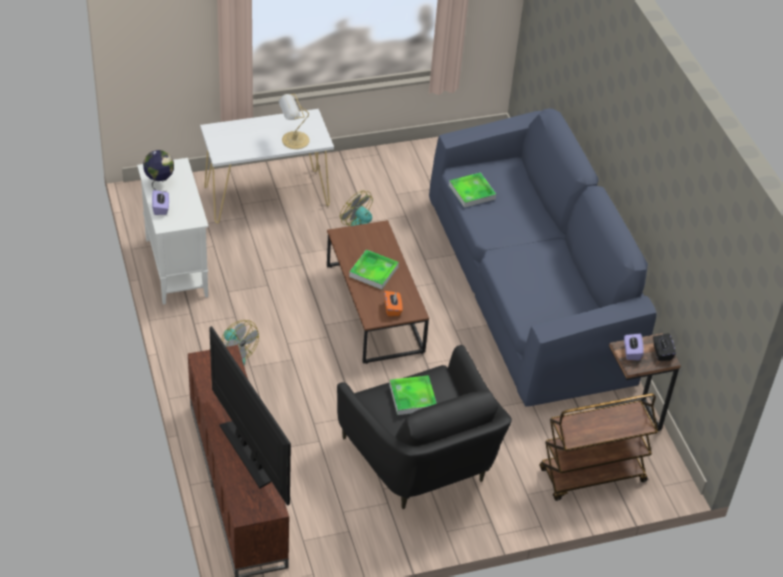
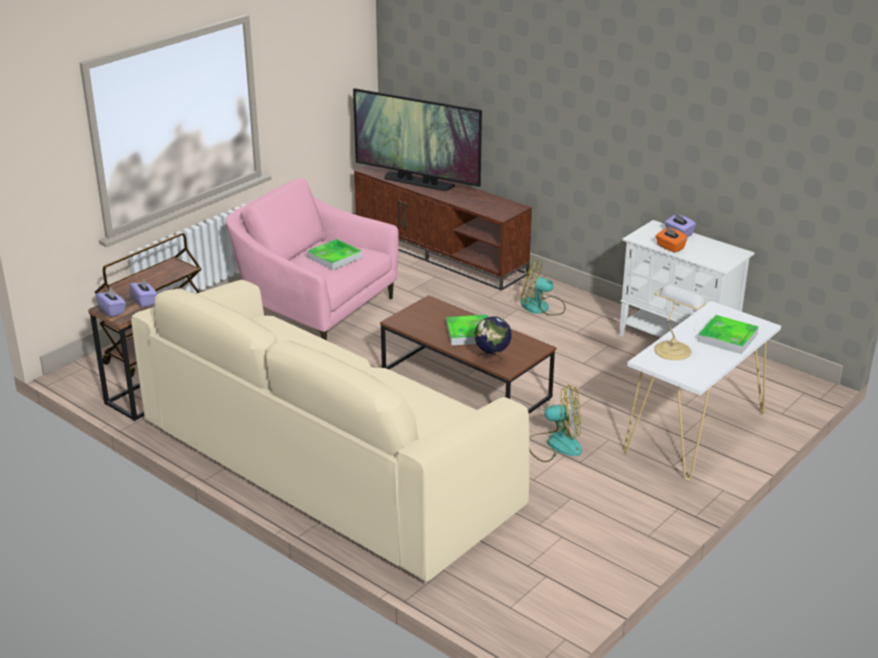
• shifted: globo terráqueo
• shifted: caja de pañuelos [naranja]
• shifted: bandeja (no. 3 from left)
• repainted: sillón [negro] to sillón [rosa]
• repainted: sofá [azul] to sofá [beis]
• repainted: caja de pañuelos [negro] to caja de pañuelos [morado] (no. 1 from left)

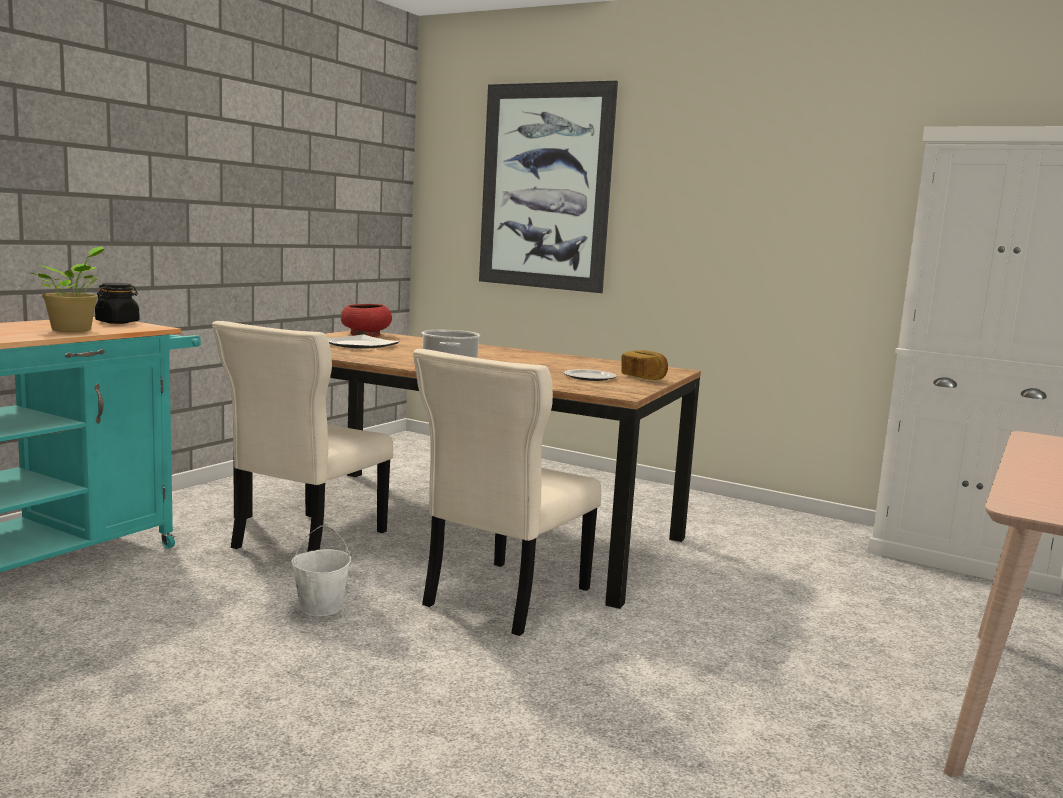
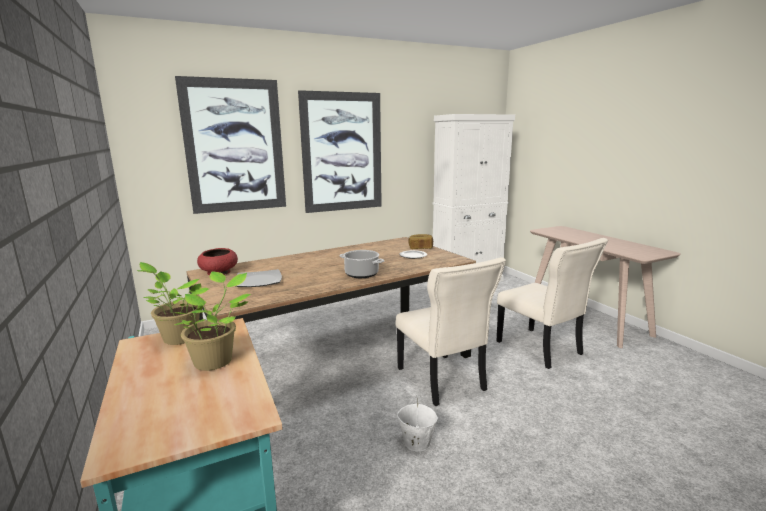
• new: cuadro (no. 2 from left)
• shifted: silla [beis] (no. 1 from left in the first image) to silla [beis] (no. 2 from left)
• swapped: tarro [negro] to planta en maceta (no. 1 from left)

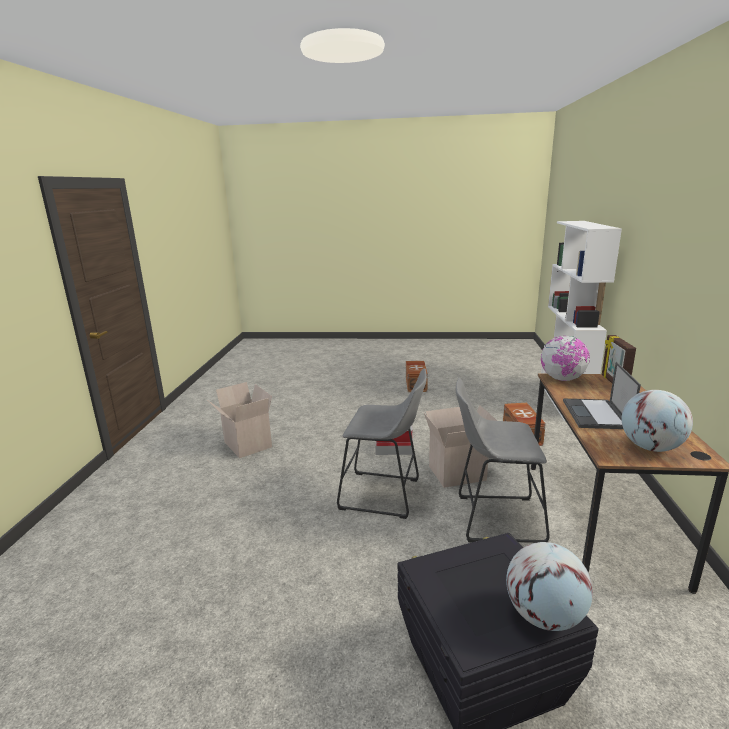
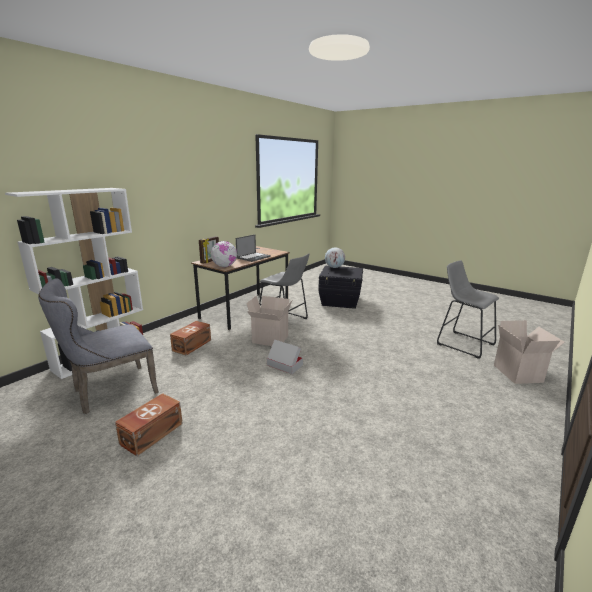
• gone: globo terráqueo (no. 3 from left)
• new: silla [gris]
• shifted: caja de cartón (no. 1 from left in the first image) to caja de cartón (no. 3 from left)
• shifted: taburete [gris] (no. 1 from left in the first image) to taburete [gris] (no. 2 from left)

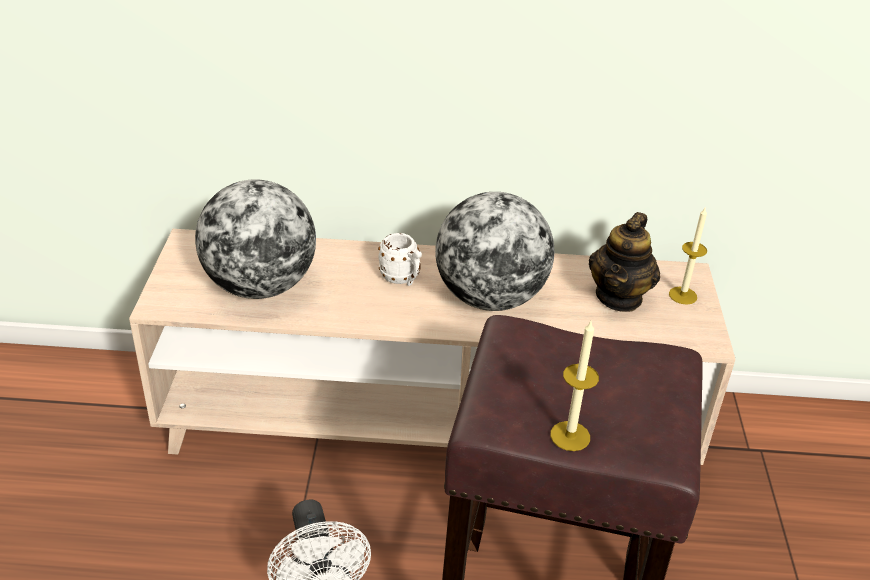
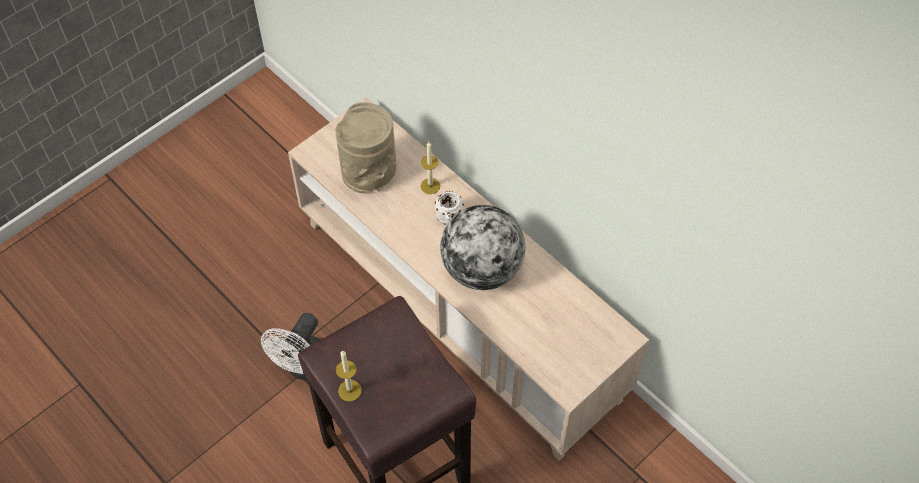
• gone: tetera
• shifted: vela (no. 2 from left)
• swapped: globo terráqueo (no. 1 from left) to florero [beis]

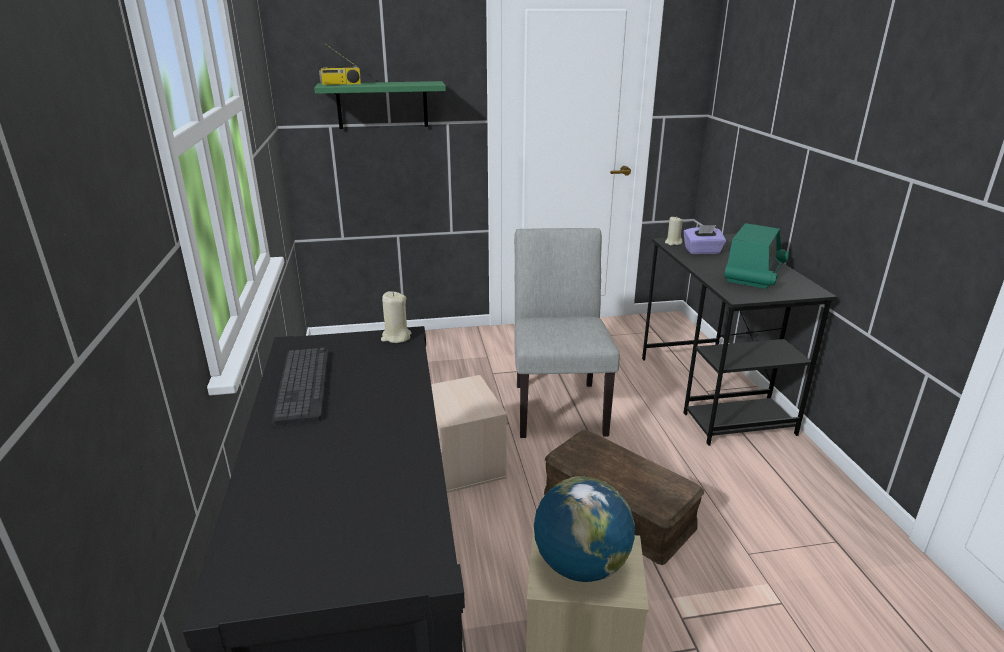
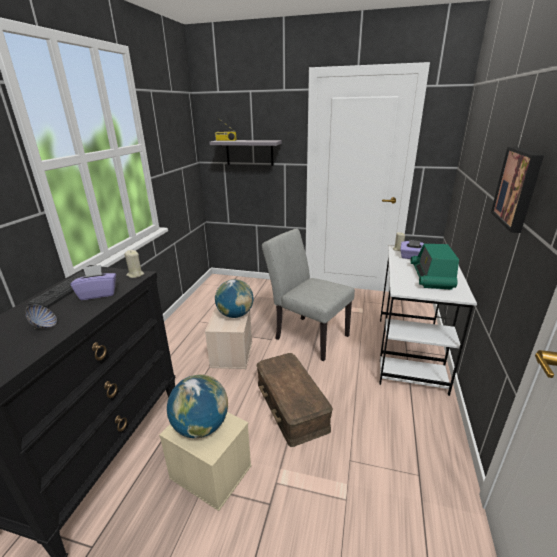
• new: cuenco
• new: caja de pañuelos [morado] (no. 1 from left)
• new: globo terráqueo (no. 2 from left)
• new: cuadro
• repainted: estante [verde] to estante [gris]
• repainted: escritorio [negro] to escritorio [blanco]
• rotated: silla [gris] 75 degrees counterclockwise
• rotated: radio (no. 2 from left) 135 degrees clockwise

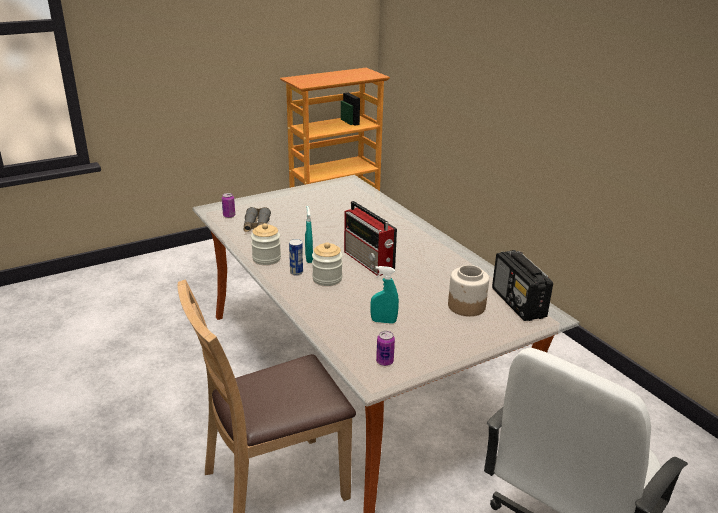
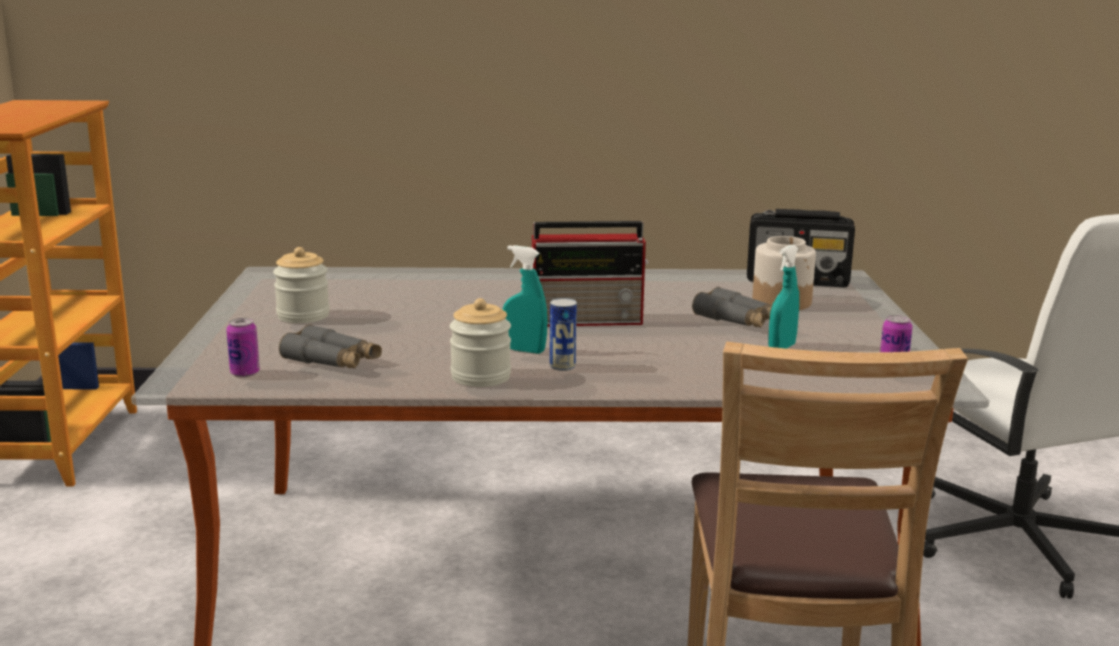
• new: prismáticos [gris] (no. 2 from left)
• shifted: tarro (no. 2 from left in the first image) to tarro (no. 1 from left)

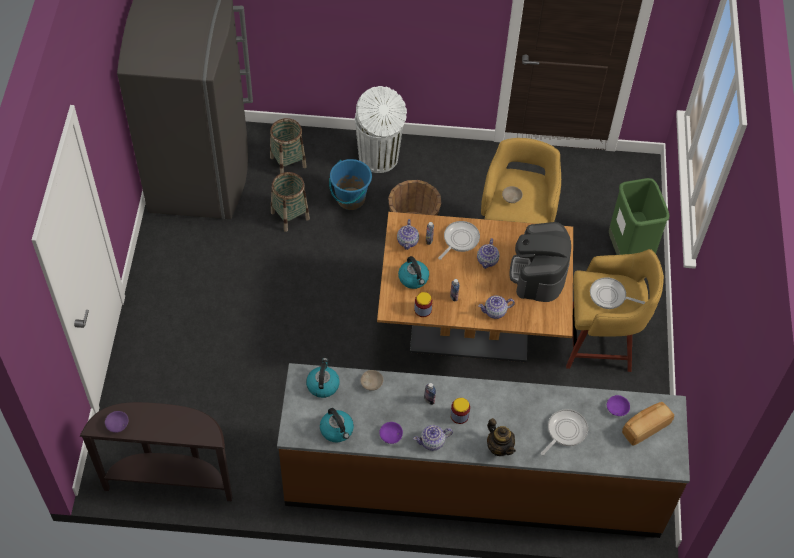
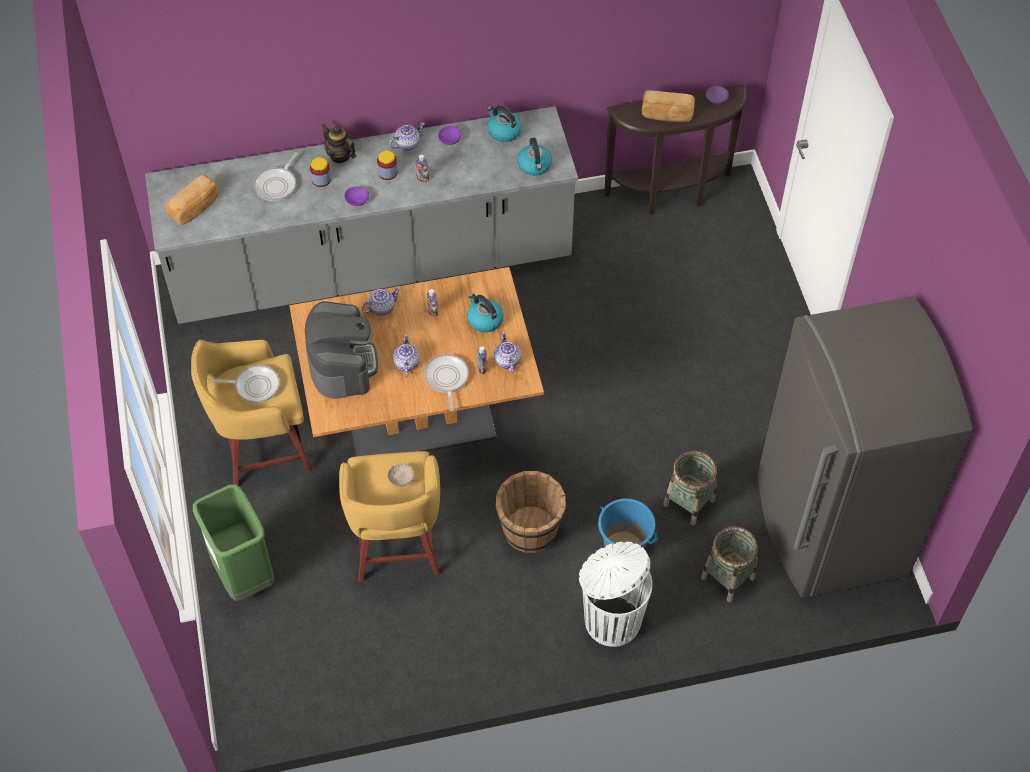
• gone: cuenco [beis] (no. 1 from left)
• new: pan (no. 2 from left)
• shifted: tarro (no. 1 from left)
• shifted: cuenco [morado] (no. 3 from left in the first image) to cuenco [morado] (no. 1 from left)
• repainted: mueble bajo de cocina [marrón] to mueble bajo de cocina [gris]
• rotated: sartén (no. 1 from left in the first image) 150 degrees clockwise

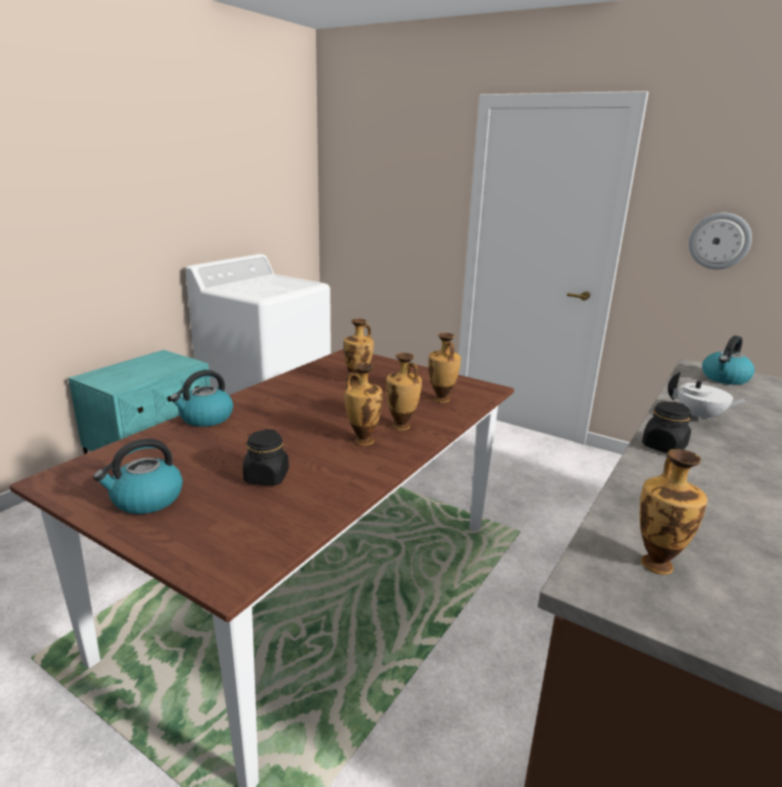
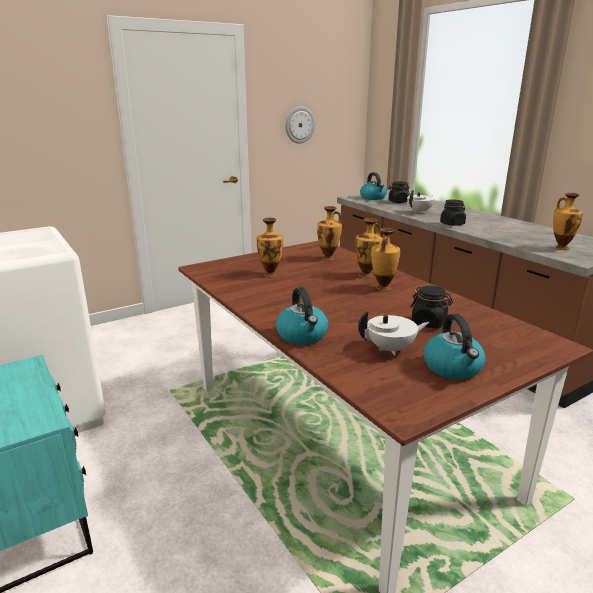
• new: tetera [blanco] (no. 1 from left)
• new: tarro [negro] (no. 1 from left)

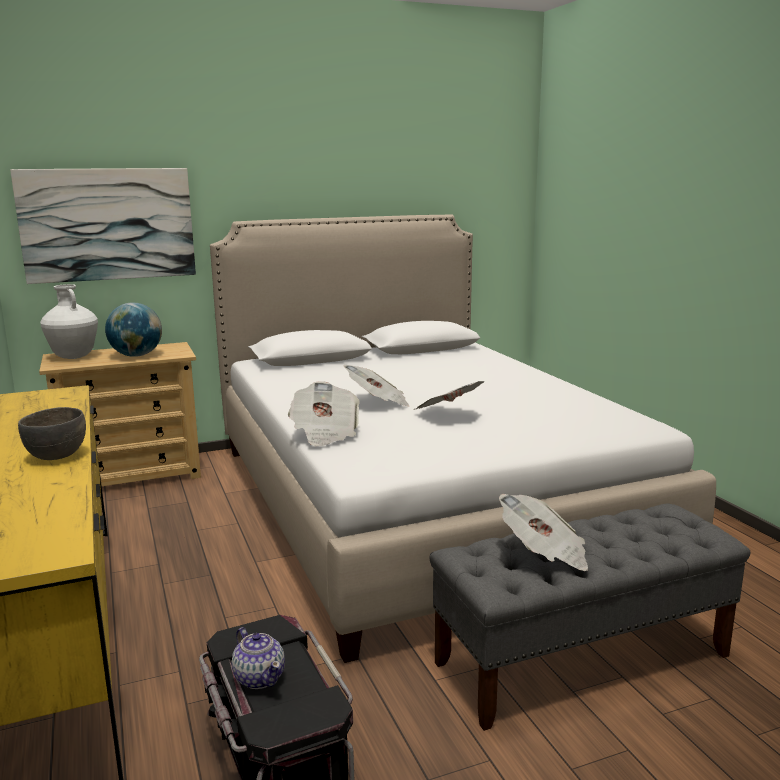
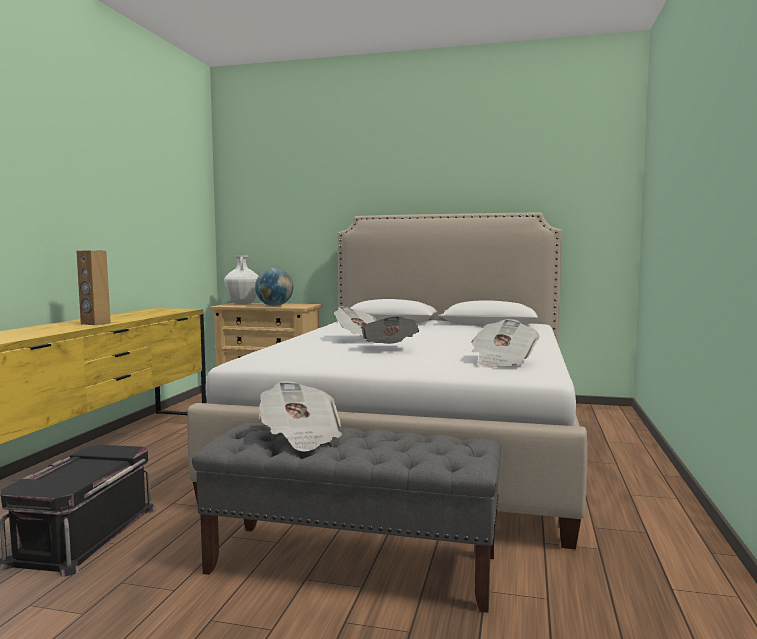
• gone: cuadro
• gone: tetera
• shifted: periódico (no. 1 from left in the first image) to periódico (no. 4 from left)
• swapped: cuenco [gris] to altavoz [marrón]

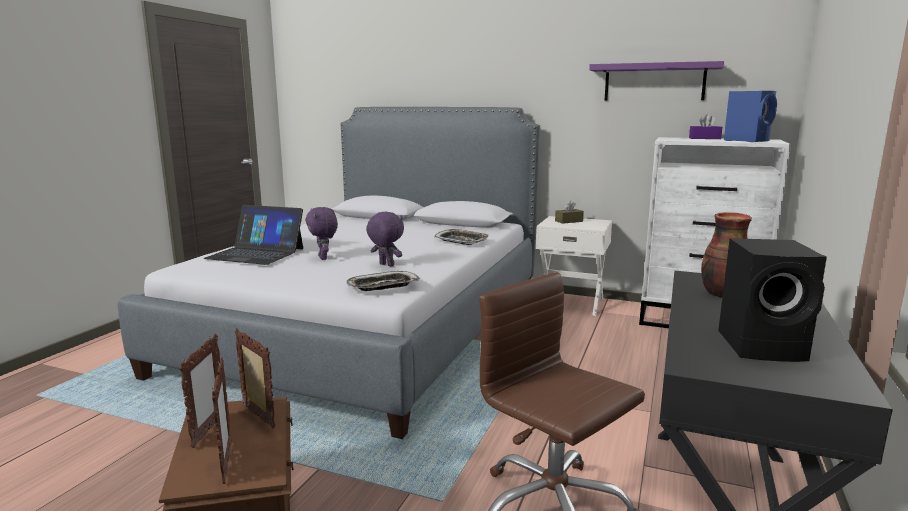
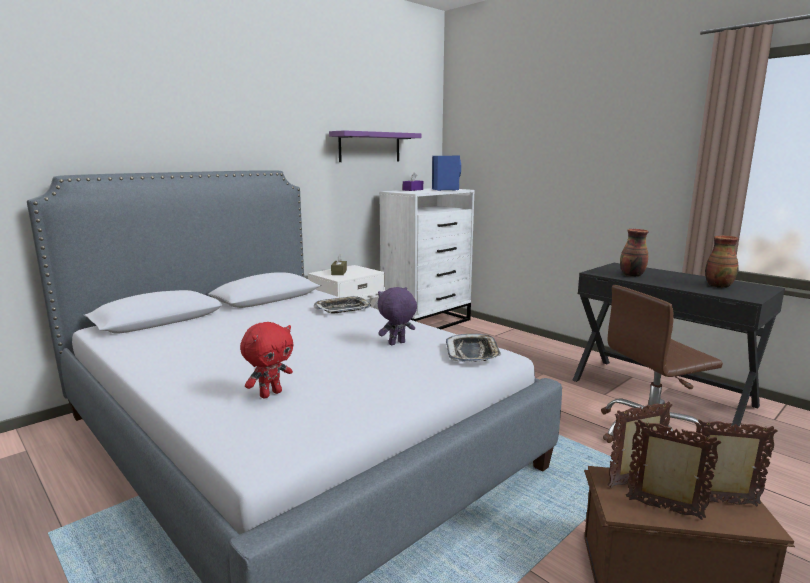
• gone: peluche [morado] (no. 1 from left)
• swapped: portátil to peluche [rojo]
• swapped: altavoz [negro] to florero (no. 2 from left)

